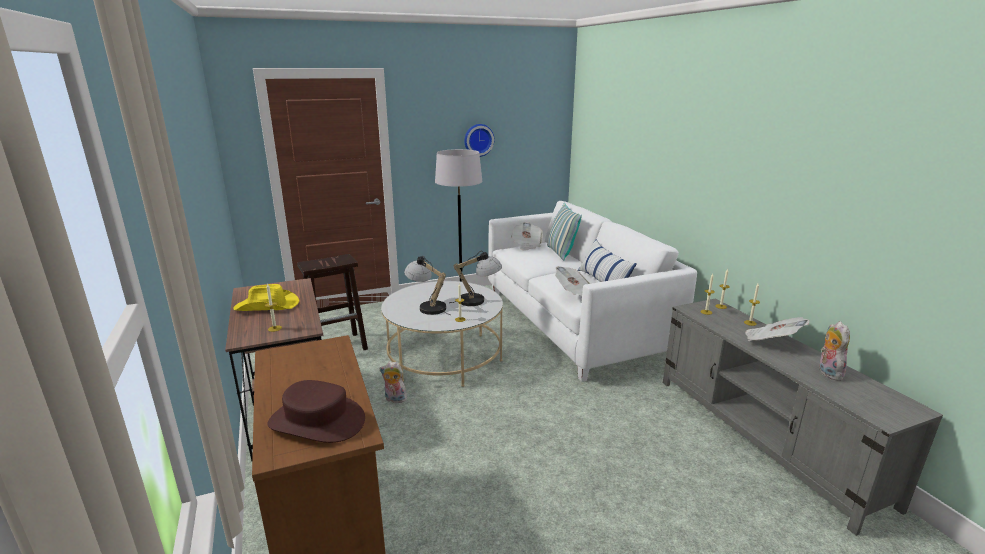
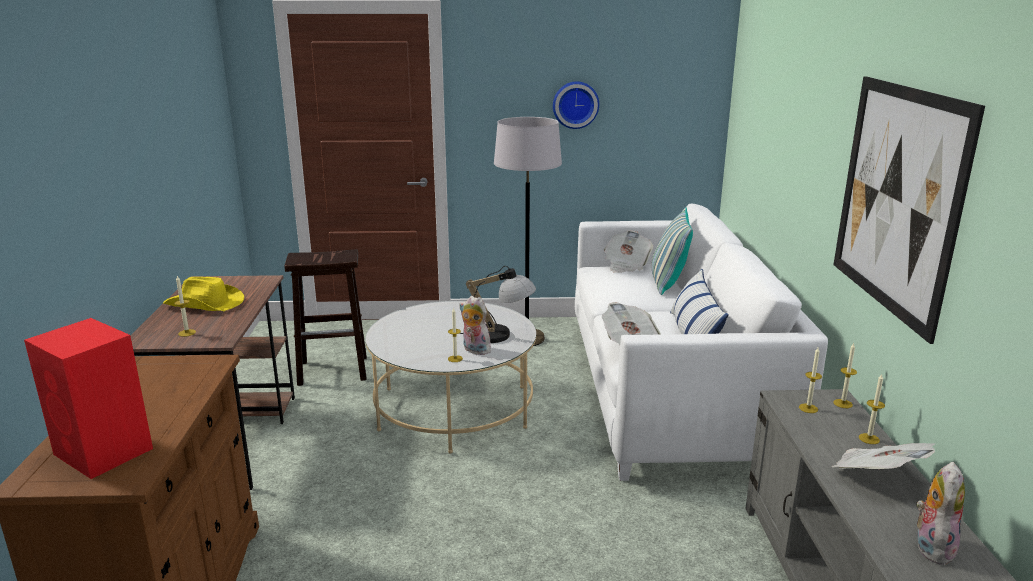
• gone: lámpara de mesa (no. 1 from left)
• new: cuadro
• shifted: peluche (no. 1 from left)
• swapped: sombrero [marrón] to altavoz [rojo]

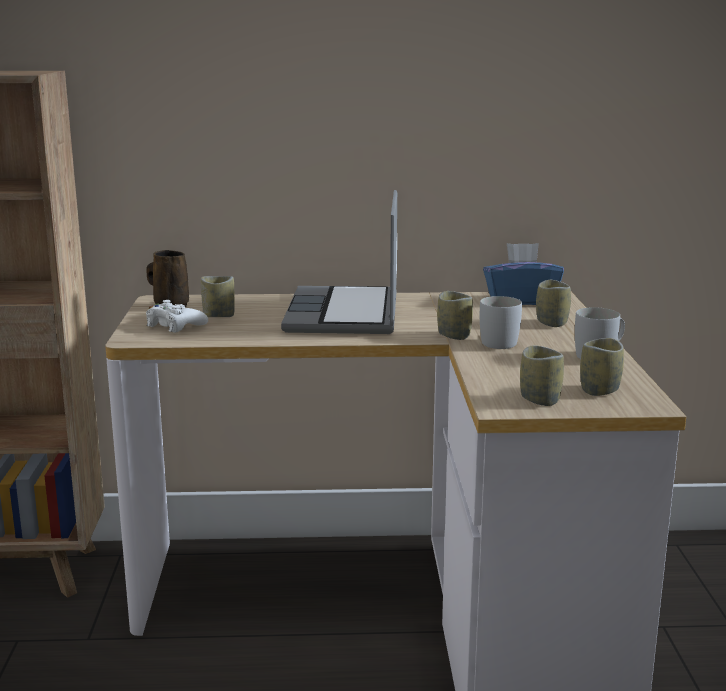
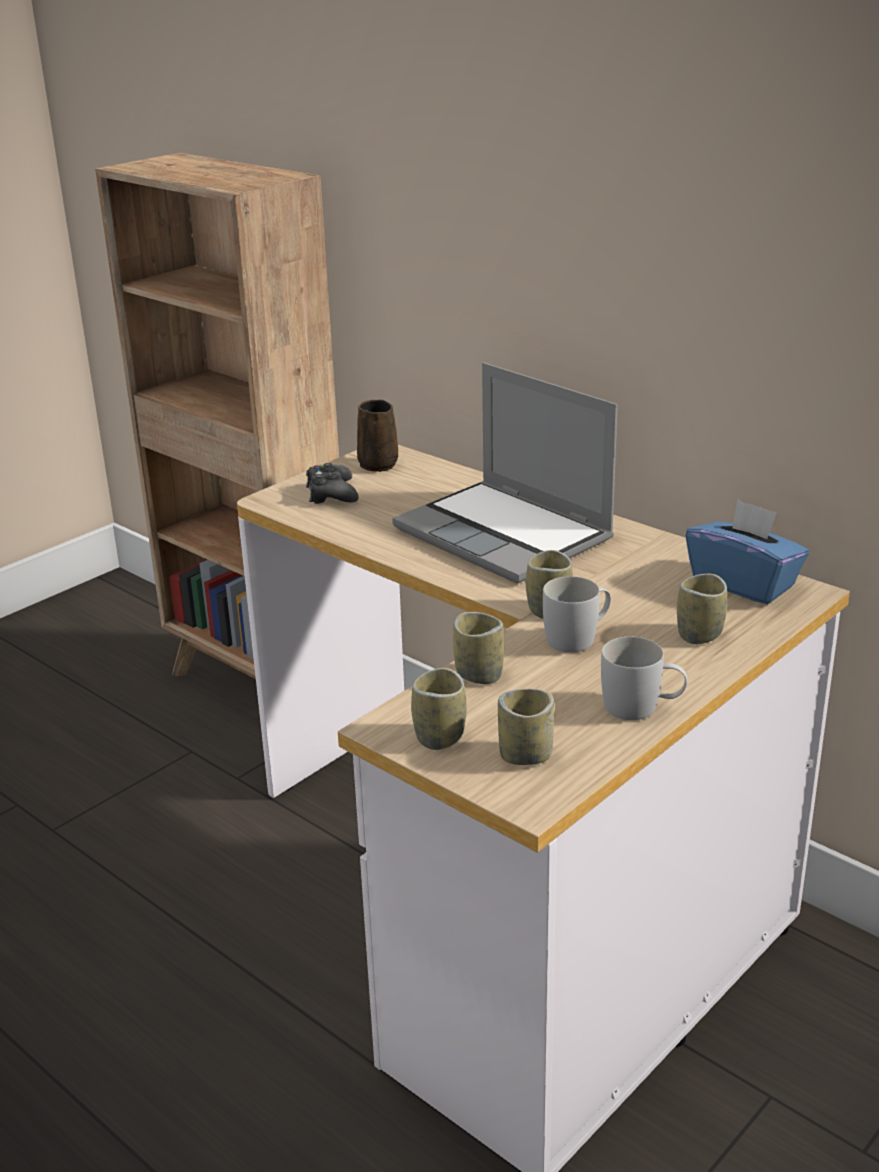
• shifted: taza (no. 1 from left in the first image) to taza (no. 2 from left)
• repainted: mando de consola [blanco] to mando de consola [negro]
• rotated: portátil 90 degrees counterclockwise

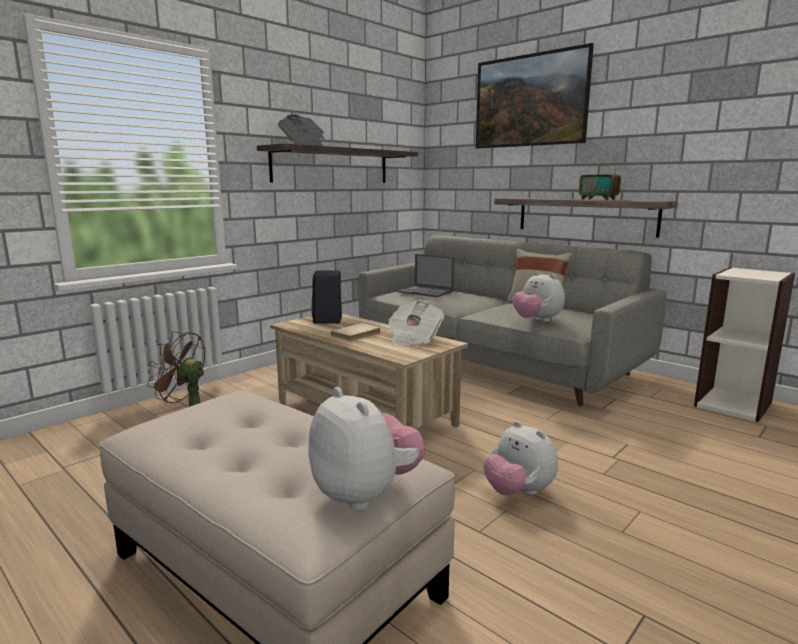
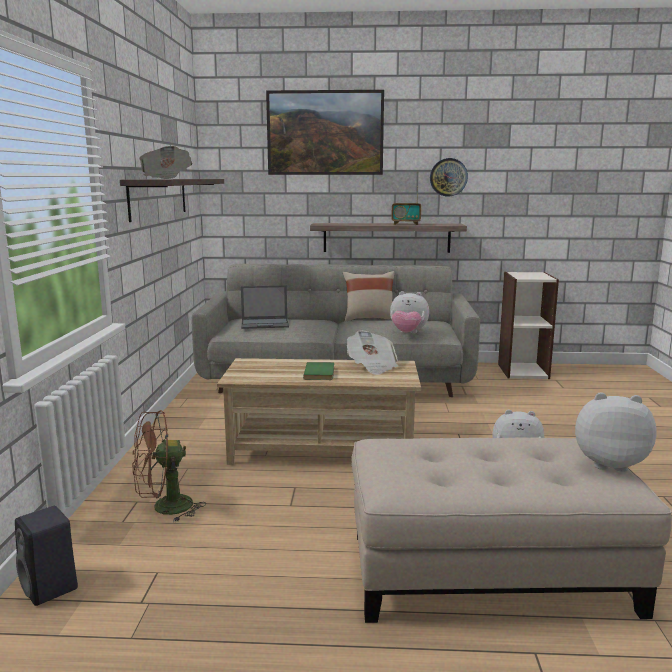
• new: reloj de pared
• shifted: altavoz [negro]
• repainted: libro [beis] to libro [verde]

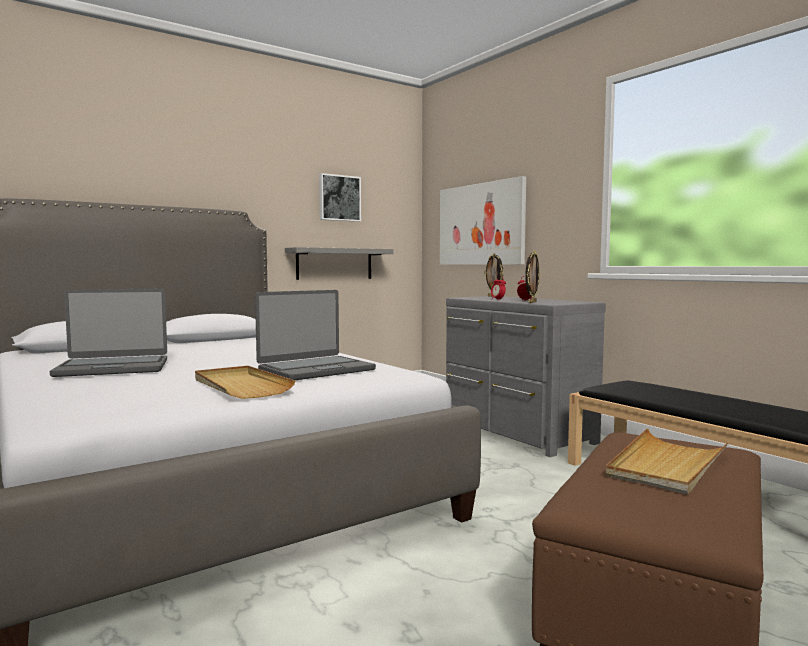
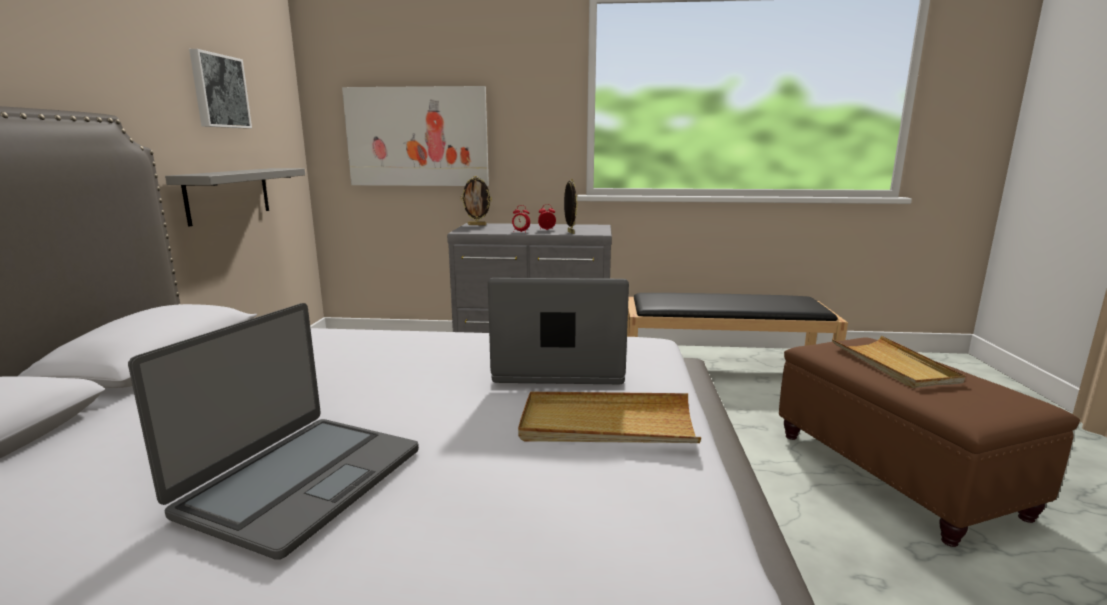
• rotated: portátil (no. 2 from left) 90 degrees counterclockwise

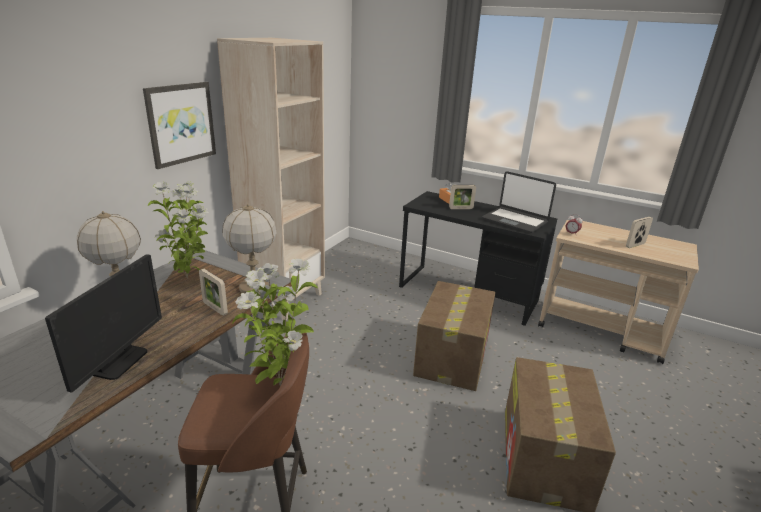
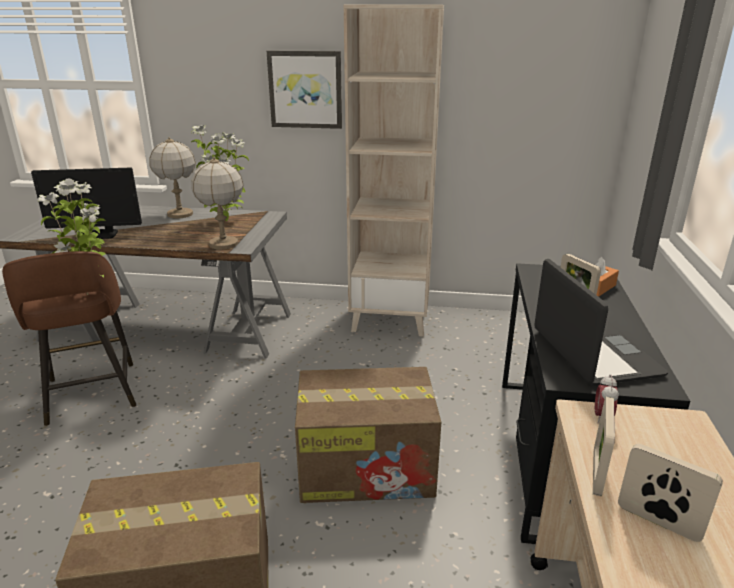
• shifted: portarretratos (no. 1 from left in the first image) to portarretratos (no. 2 from left)
• rotated: portátil 150 degrees clockwise

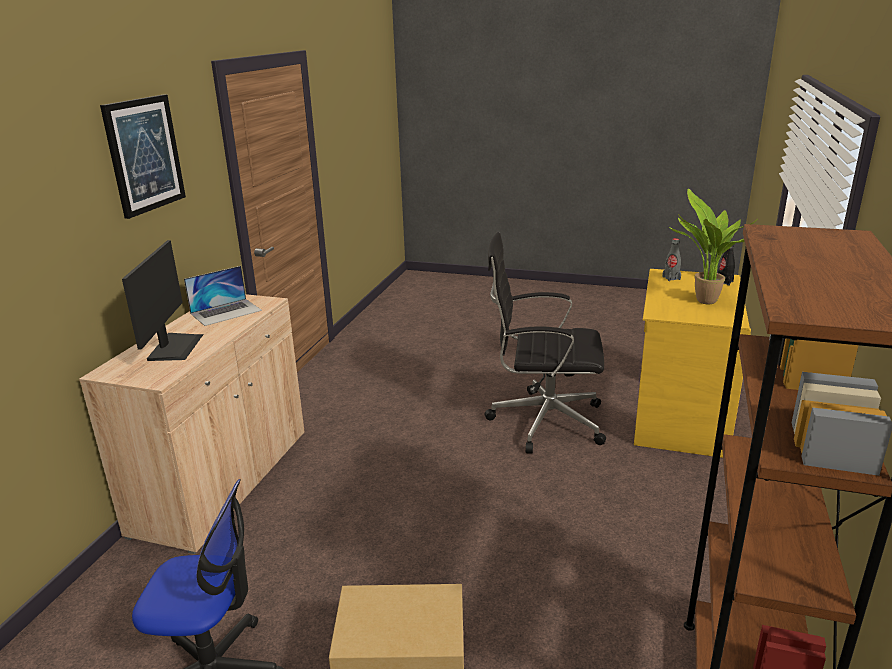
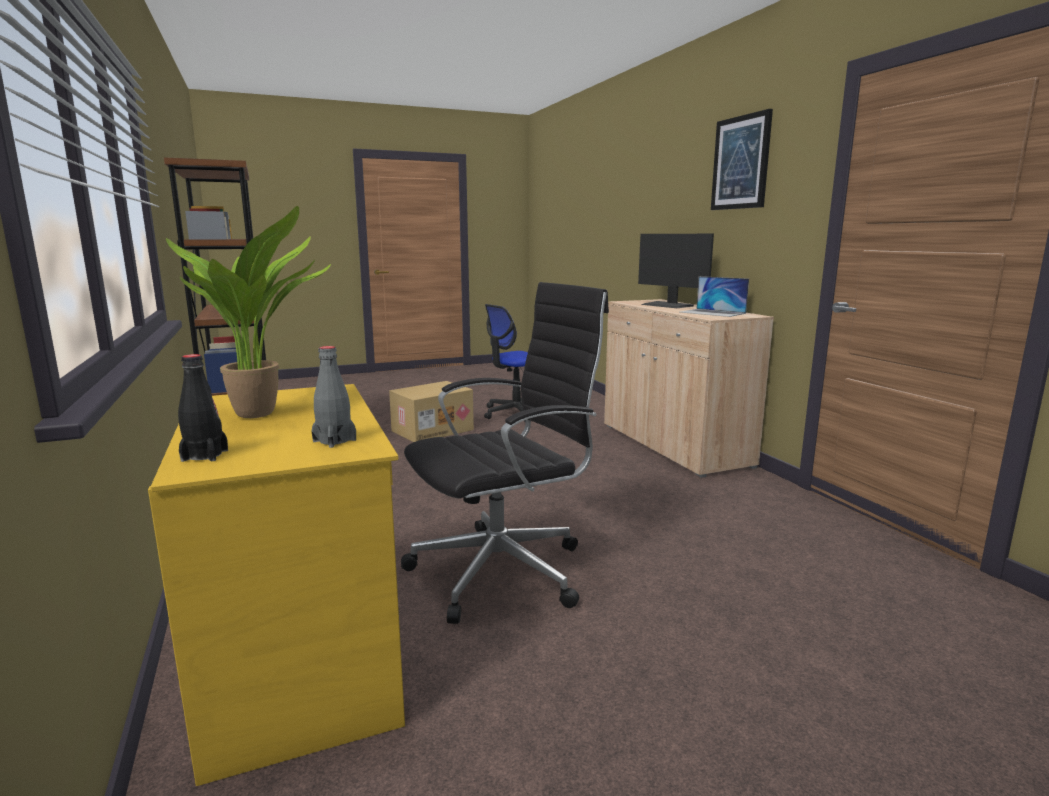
• rotated: portátil 60 degrees counterclockwise

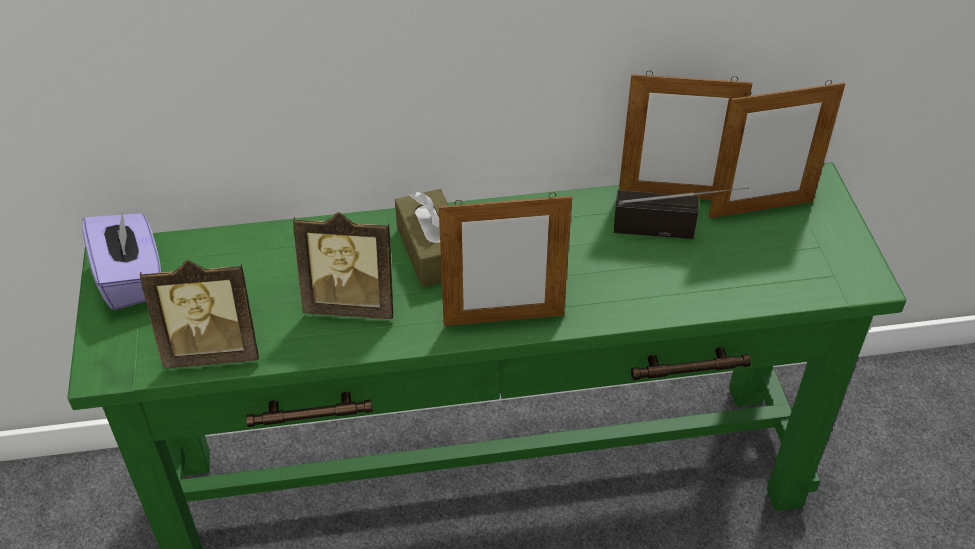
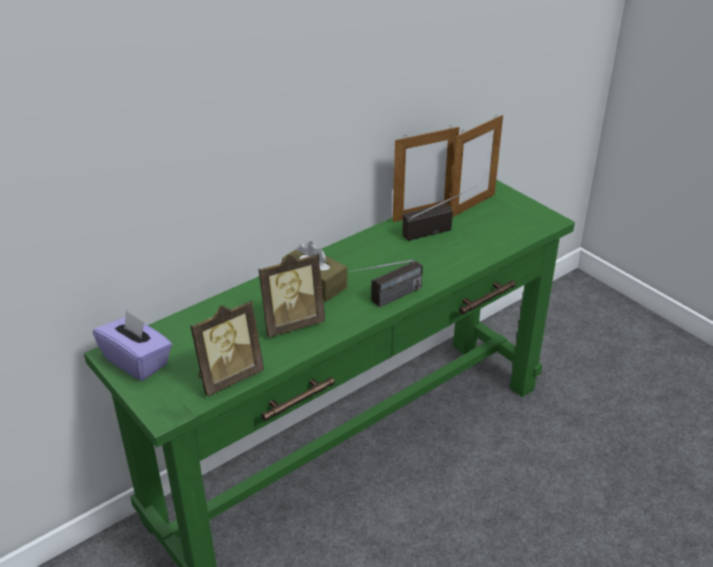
• swapped: portarretratos (no. 3 from left) to radio (no. 1 from left)

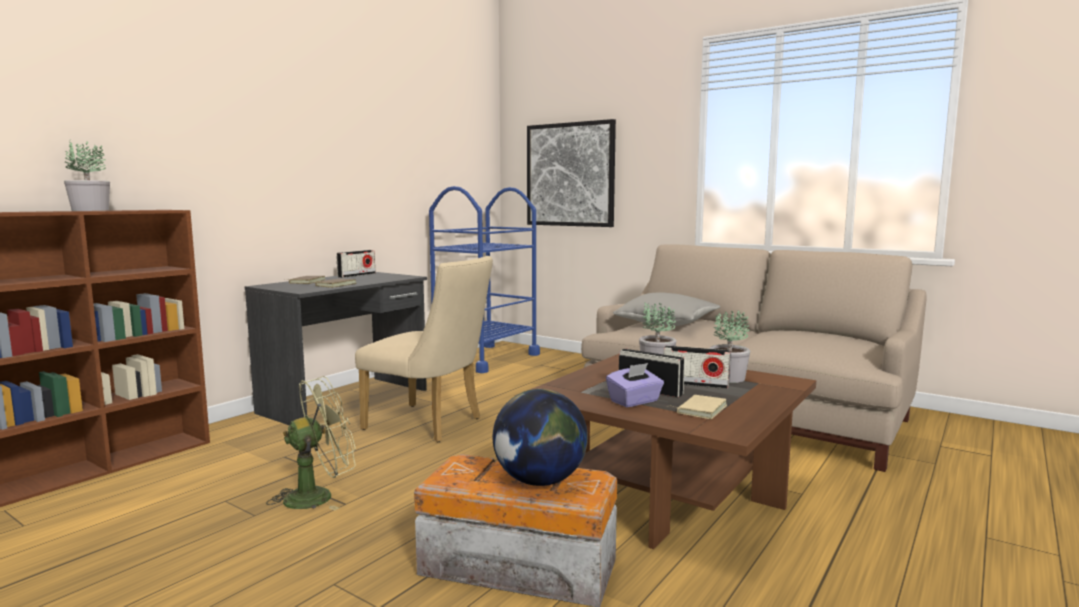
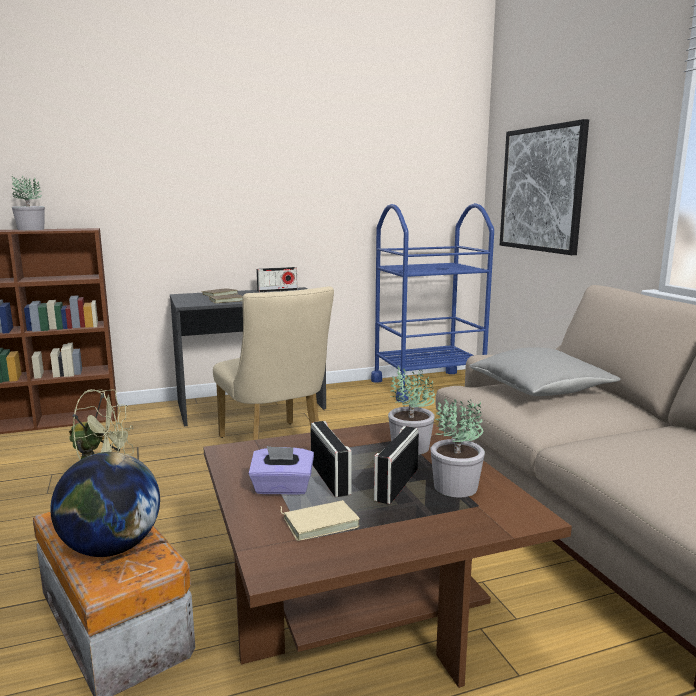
• rotated: radio (no. 3 from left) 60 degrees clockwise

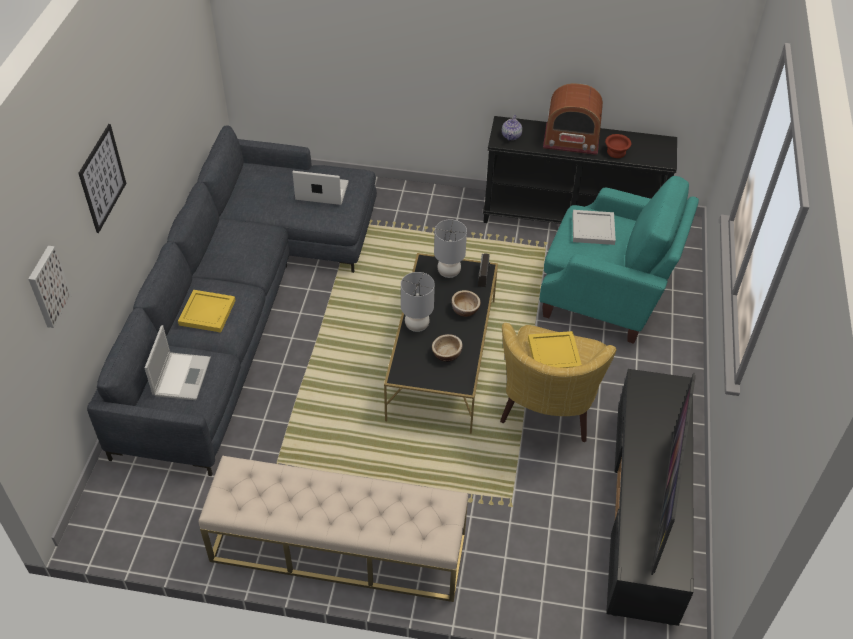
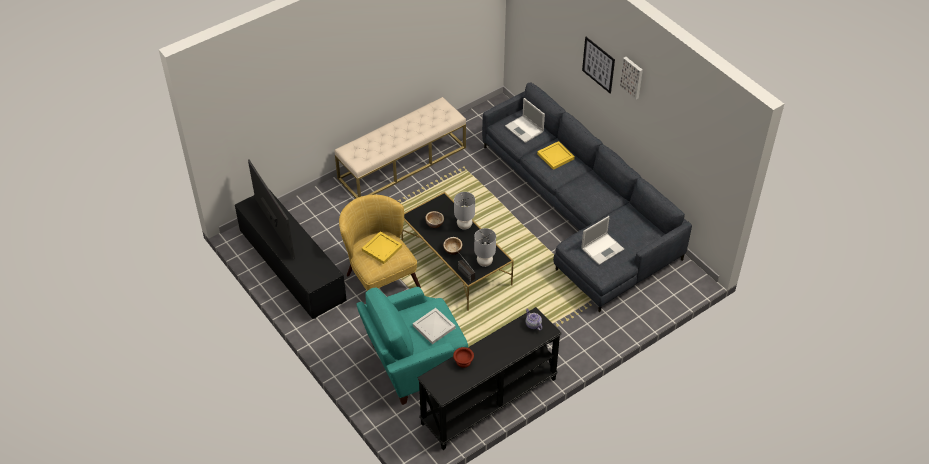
• gone: radio (no. 2 from left)
• shifted: cuadro (no. 1 from left in the first image) to cuadro (no. 2 from left)

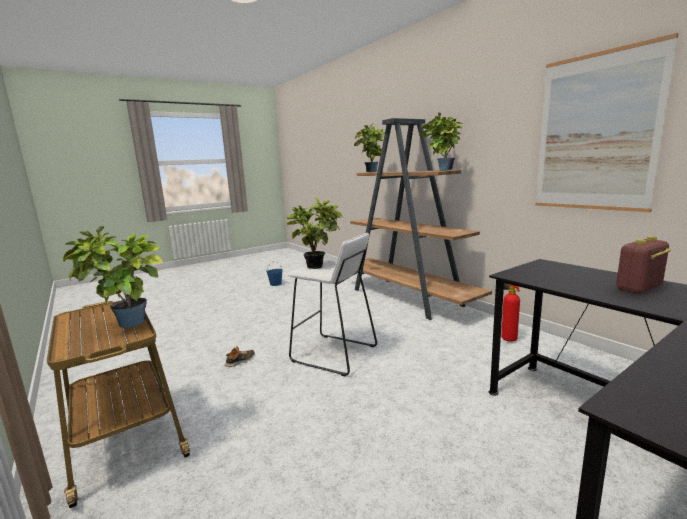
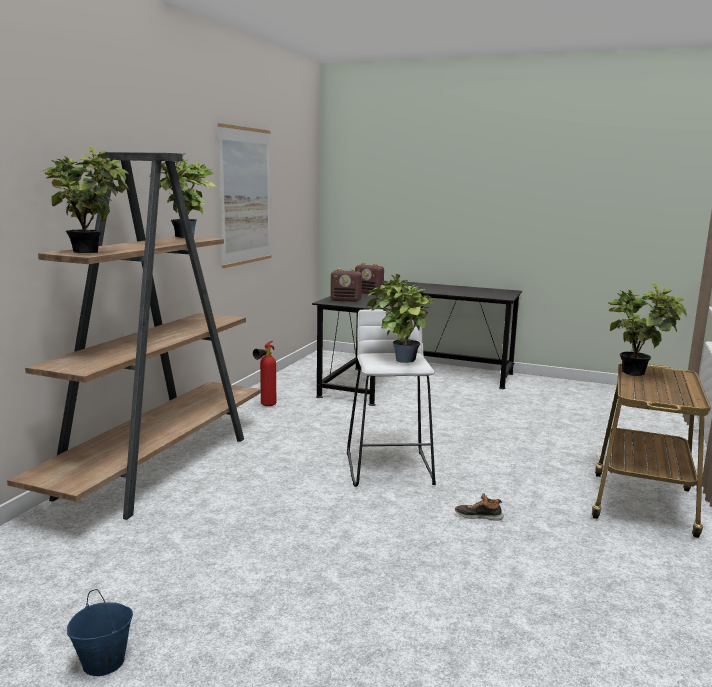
• new: radio (no. 1 from left)

